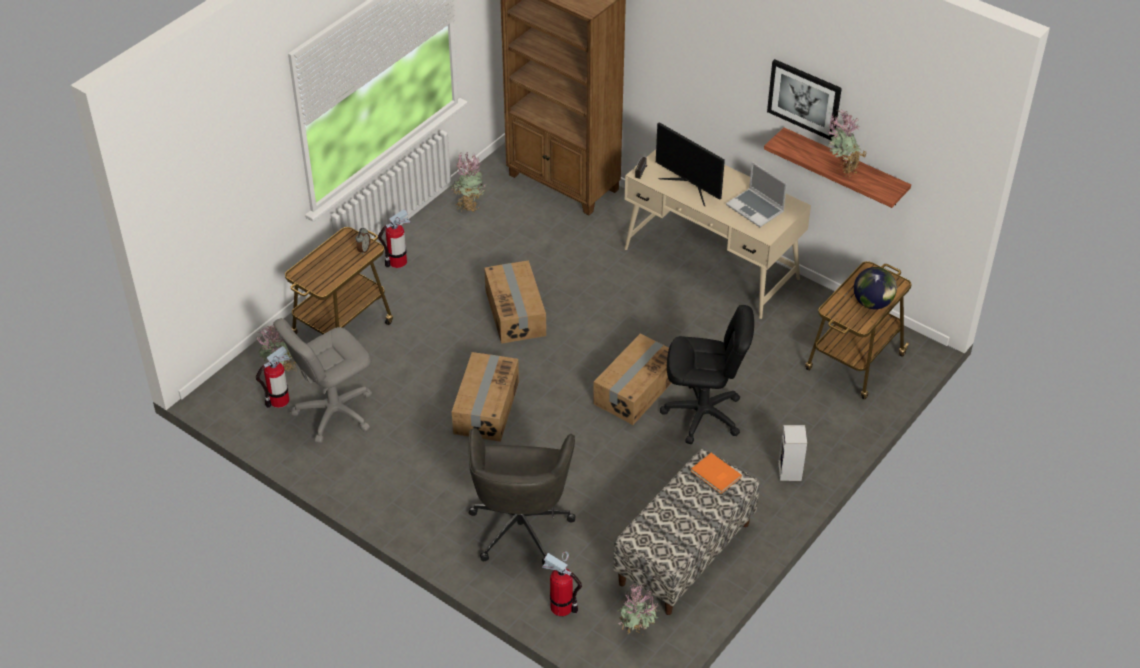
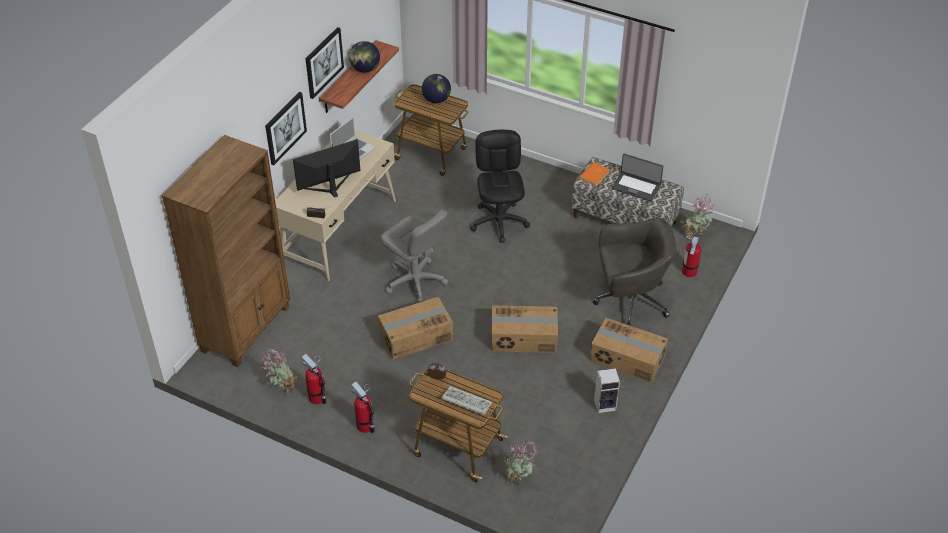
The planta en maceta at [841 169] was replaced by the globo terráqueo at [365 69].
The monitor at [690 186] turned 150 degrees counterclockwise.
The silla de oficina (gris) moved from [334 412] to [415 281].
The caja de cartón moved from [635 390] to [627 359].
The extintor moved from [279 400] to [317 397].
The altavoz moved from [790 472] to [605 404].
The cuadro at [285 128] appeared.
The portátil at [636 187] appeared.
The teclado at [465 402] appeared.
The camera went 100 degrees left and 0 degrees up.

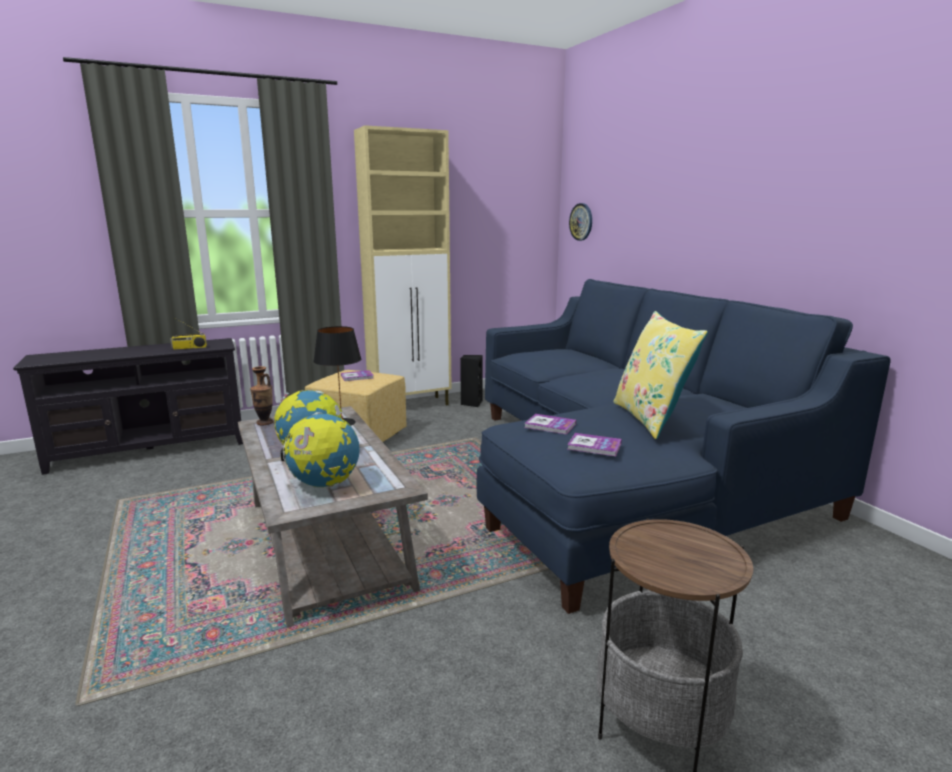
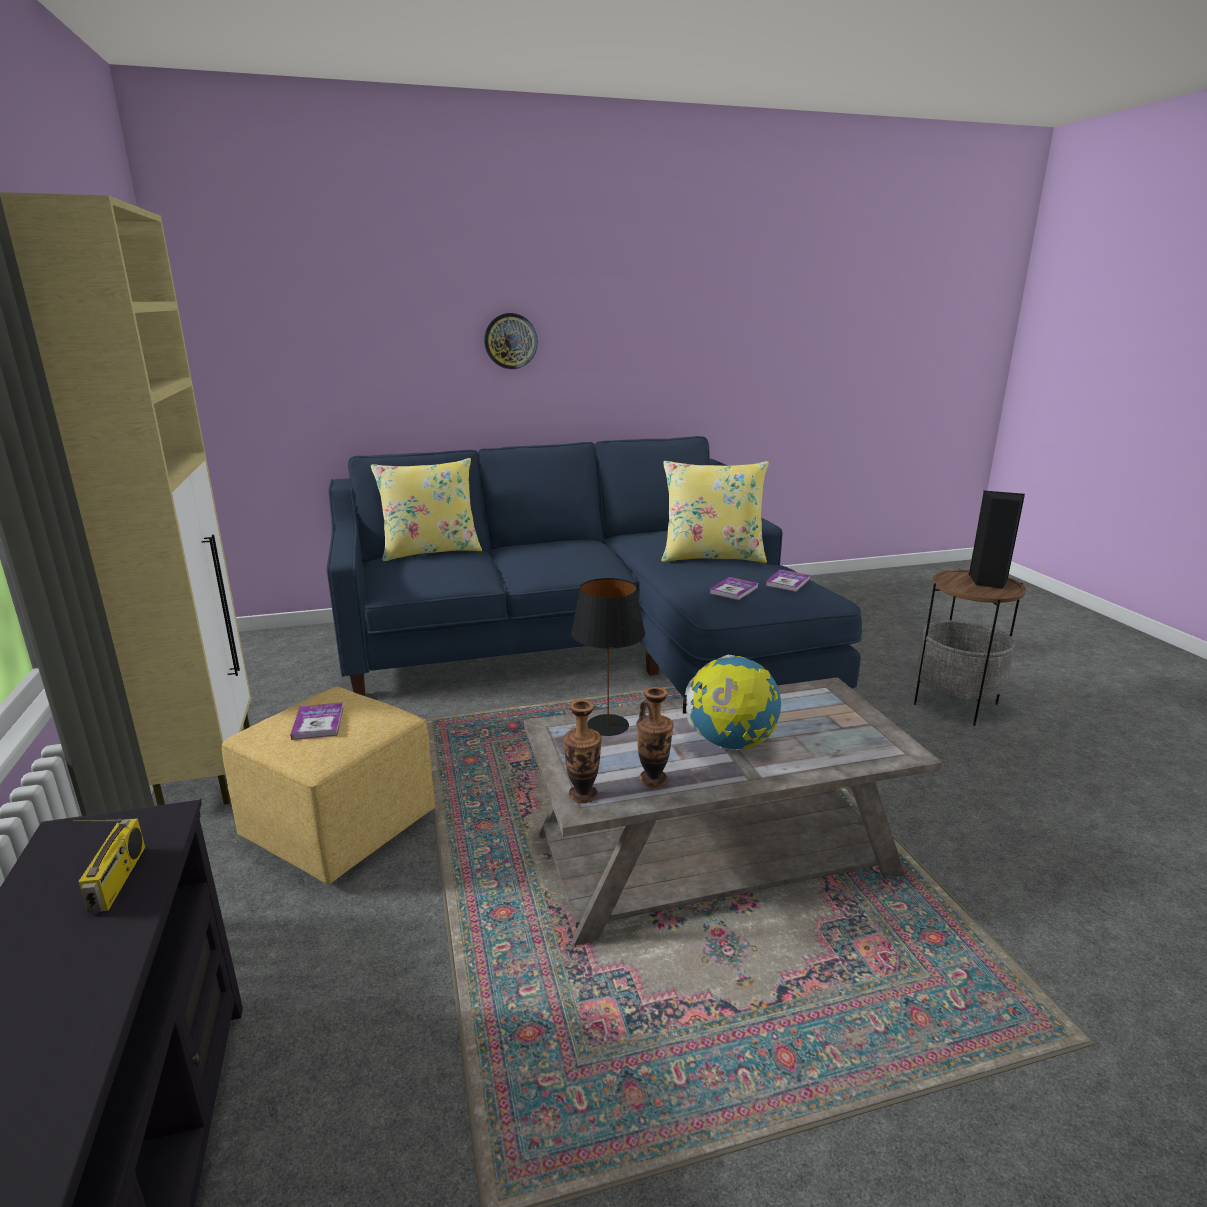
The reloj de pared moved from [581 222] to [510 341].
The altavoz (negro) moved from [471 403] to [988 581].
The globo terráqueo at [324 485] disappeared.
The cojín (amarillo) at [431 551] appeared.
The florero at [653 779] appeared.
The camera went 80 degrees left and 5 degrees up.

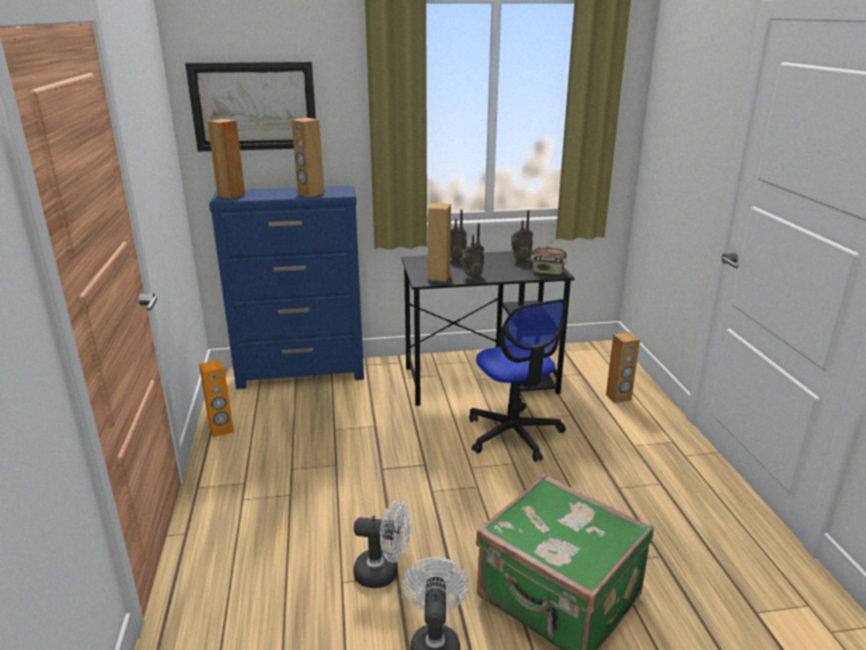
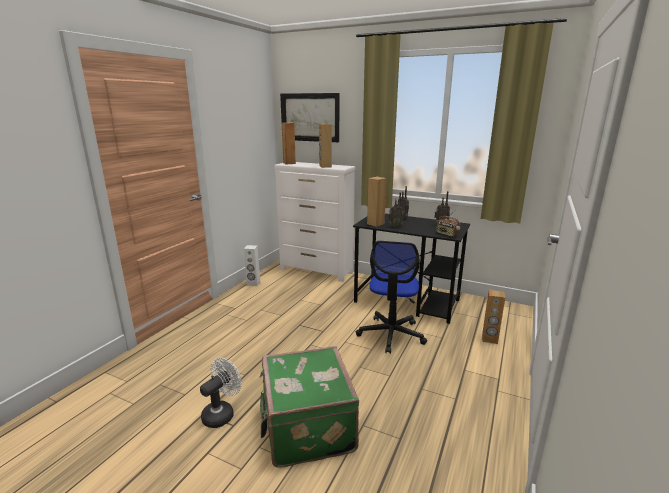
The cómoda (azul) at [302 374] became the cómoda (blanco) at [316 271].
The altavoz (naranja) at [221 430] became the altavoz (blanco) at [253 283].
The ventilador (blanco) at [384 573] disappeared.
The camera went 35 degrees right and 5 degrees down.

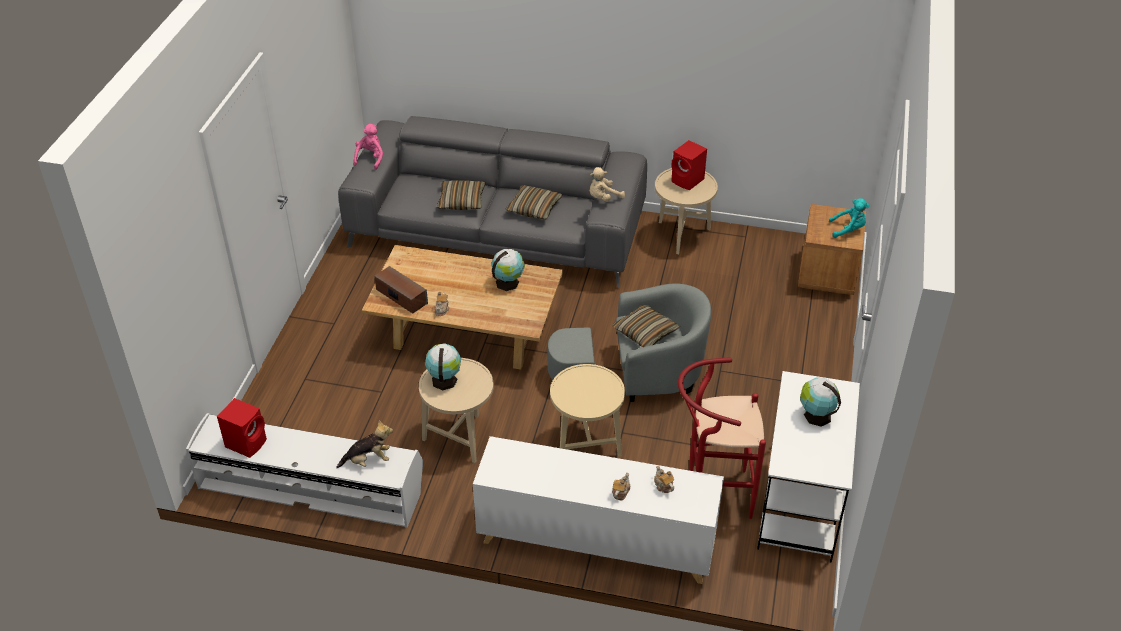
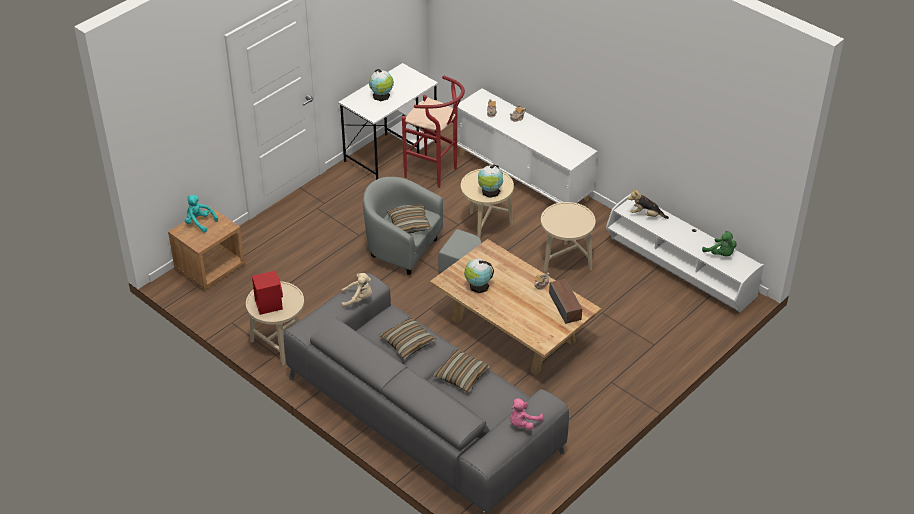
The globo terráqueo moved from [444 379] to [490 192].
The altavoz (rojo) at [247 442] was replaced by the peluche (verde) at [720 254].
The camera went 150 degrees left and 0 degrees up.

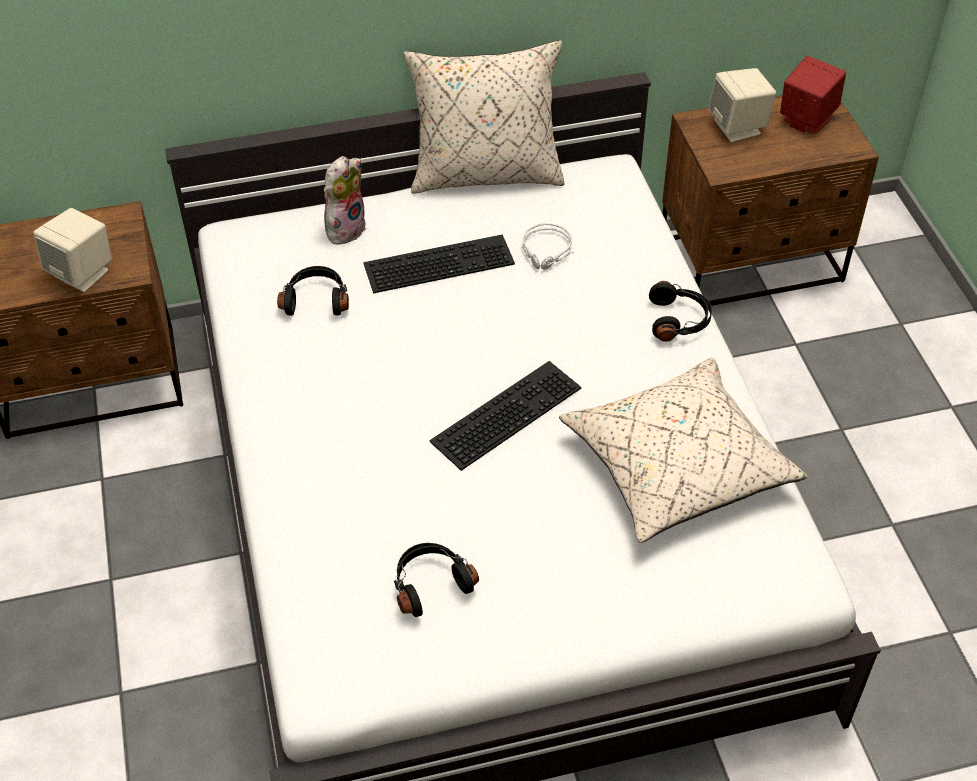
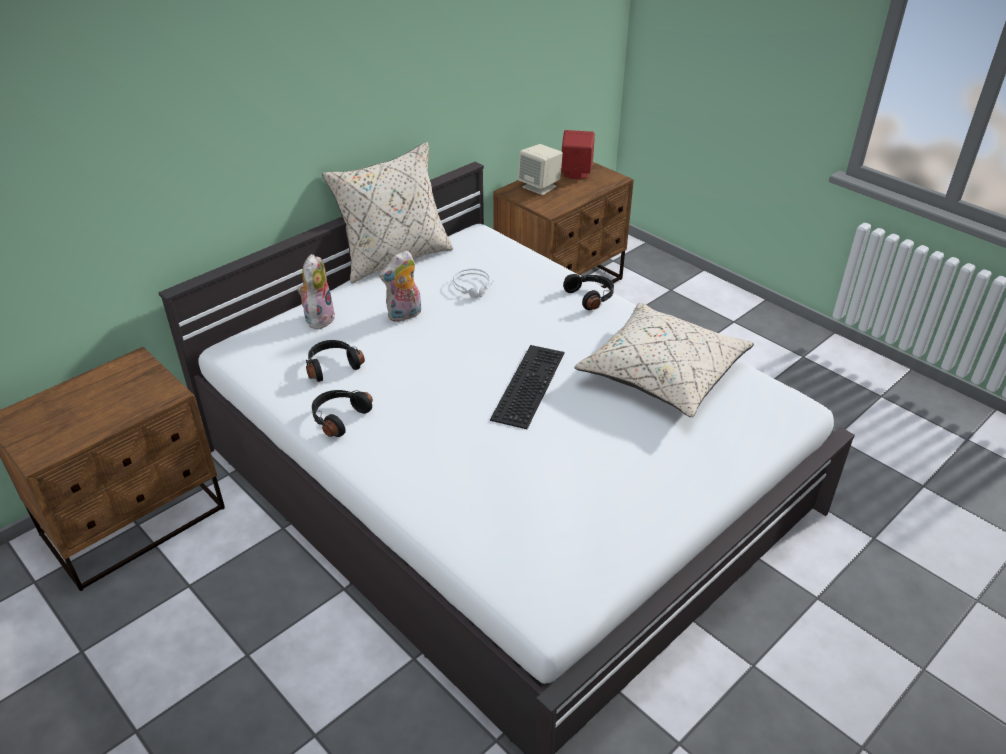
The altavoz (beis) at [82 273] disappeared.
The teclado at [439 261] was replaced by the peluche at [405 315].
The auriculares (negro) moved from [430 584] to [339 417].
The camera went 30 degrees left and 10 degrees down.

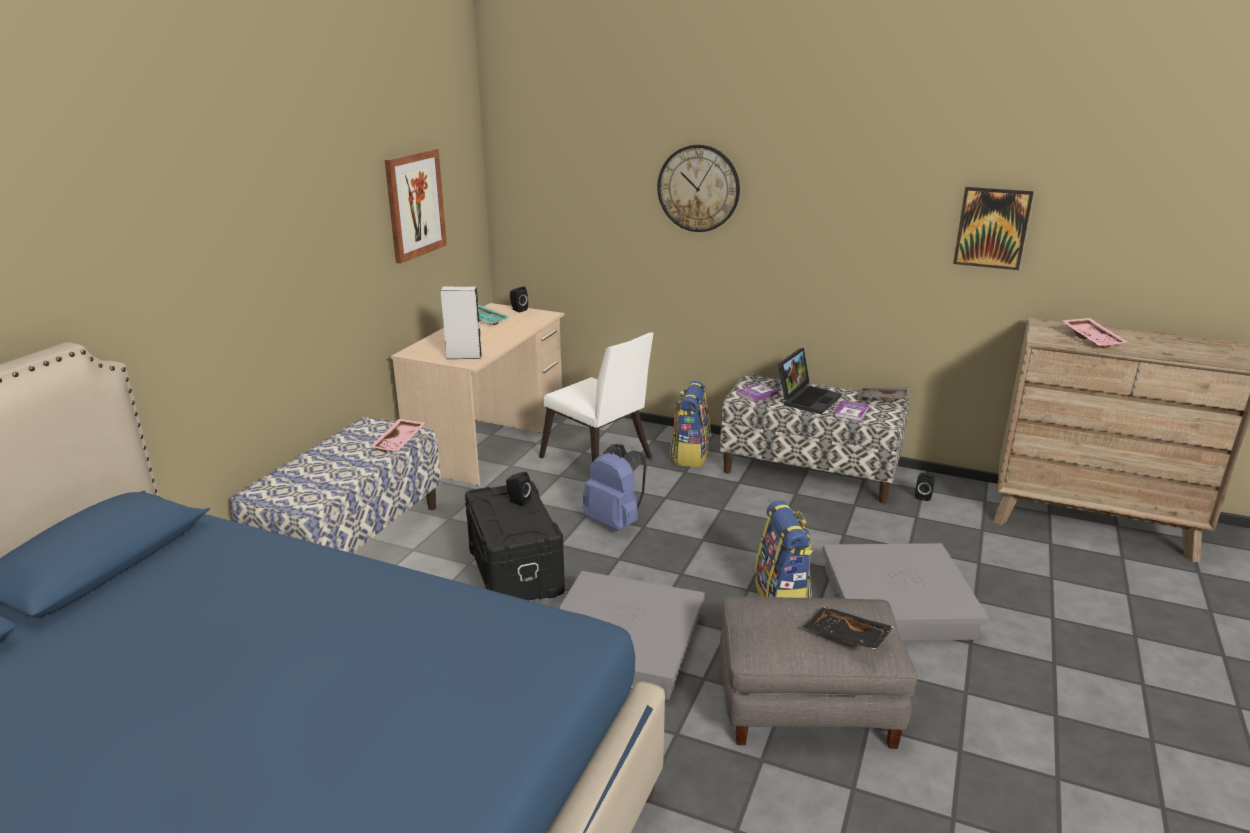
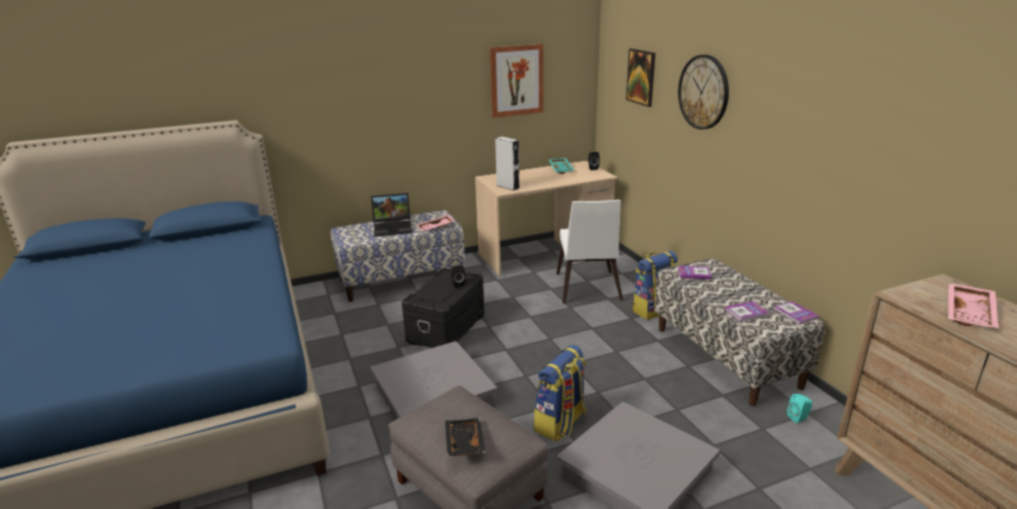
The cuadro moved from [992 228] to [641 77].
The portátil moved from [807 399] to [394 227].
The bandeja (gris) at [882 399] was replaced by the libro at [795 314].
The mochila (azul) at [615 522] disappeared.
The altavoz (negro) at [923 496] became the altavoz (turquesa) at [798 418].
The camera went 45 degrees right and 0 degrees up.

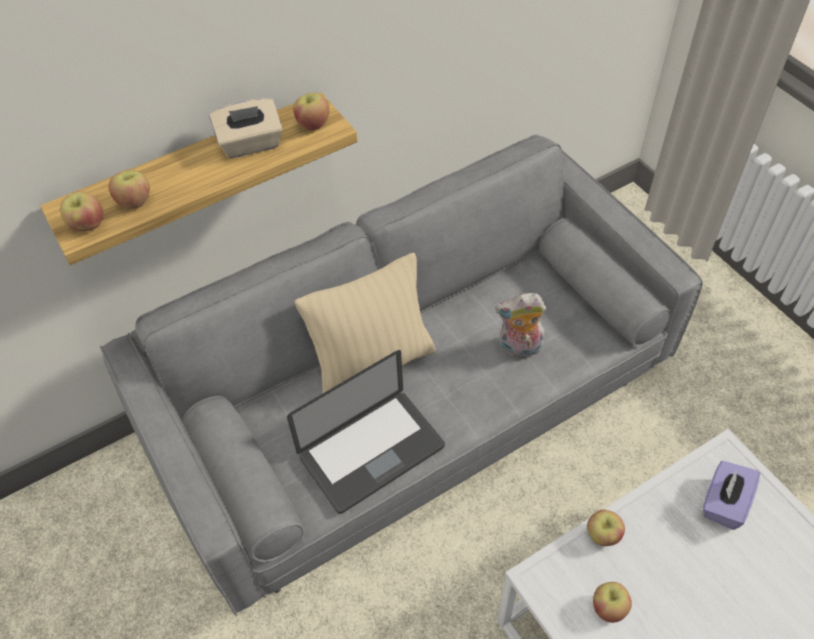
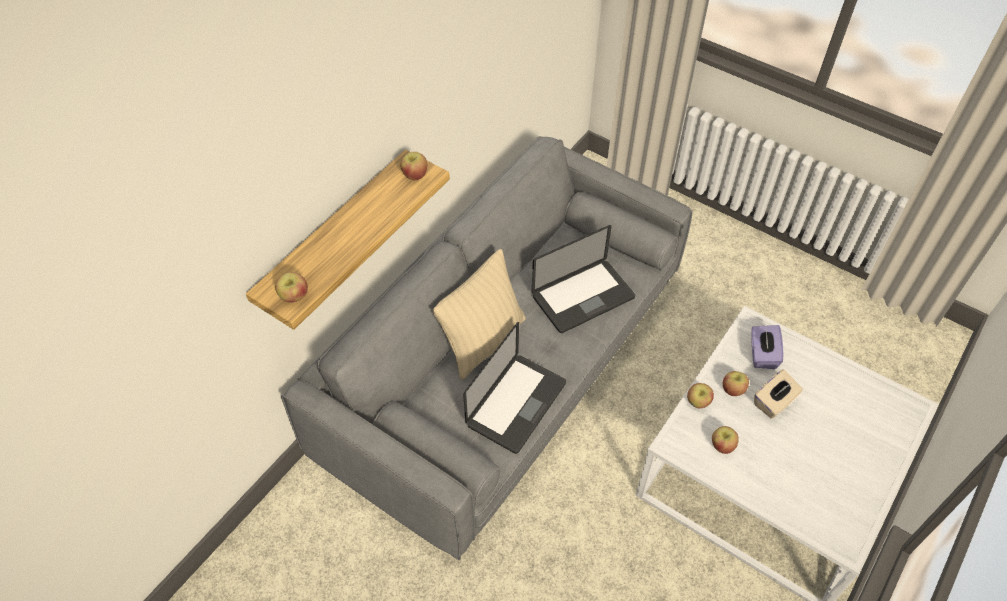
The caja de pañuelos (beis) moved from [251 144] to [774 402].
The manzana moved from [135 201] to [733 389].
The peluche at [519 348] was replaced by the portátil at [583 297].
The camera went 25 degrees left and 0 degrees up.

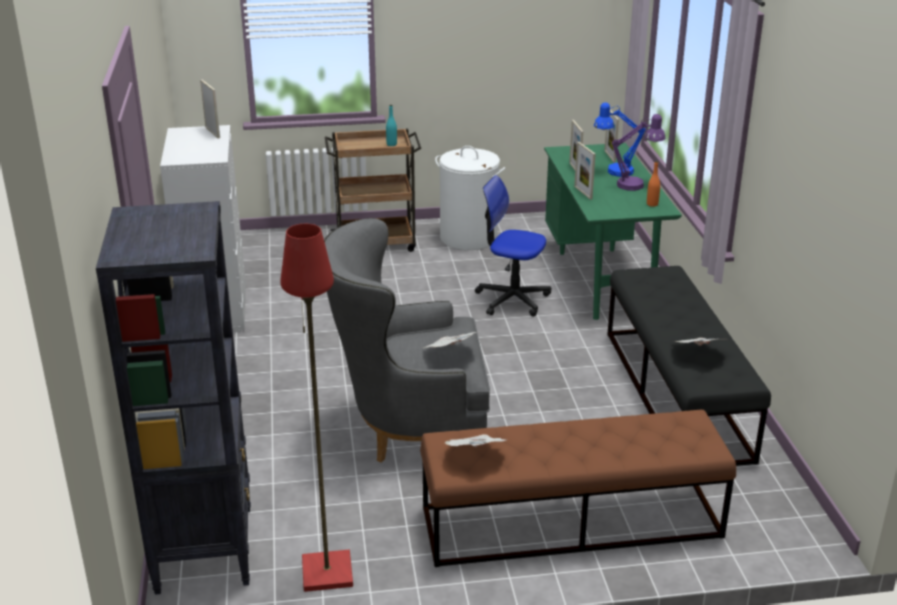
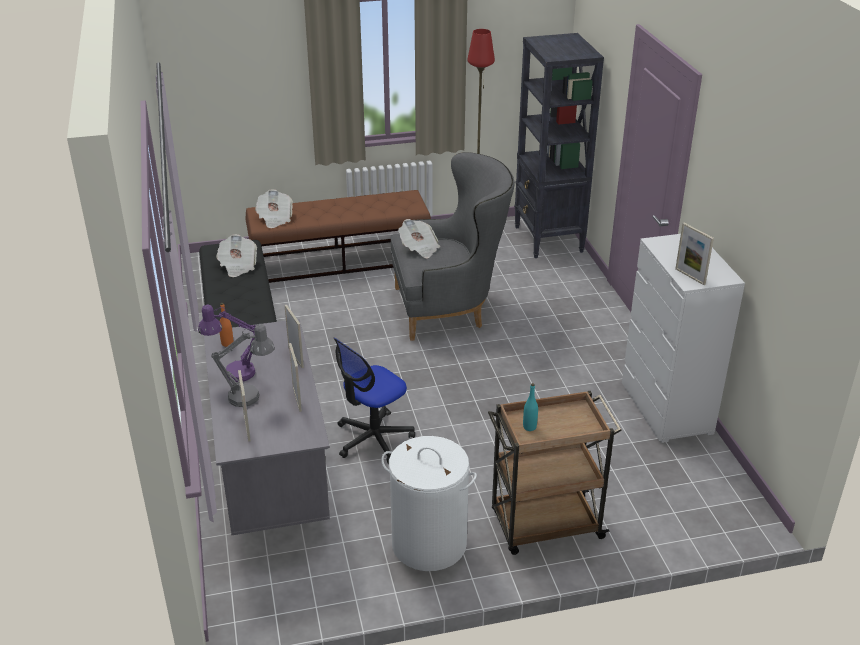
The lámpara de mesa (azul) at [614 171] became the lámpara de mesa (gris) at [250 396].
The escritorio (verde) at [601 277] became the escritorio (gris) at [272 479].
The silla de oficina at [512 299] turned 120 degrees clockwise.
The periódico moved from [475 454] to [275 218].
The camera went 175 degrees right and 5 degrees up.

